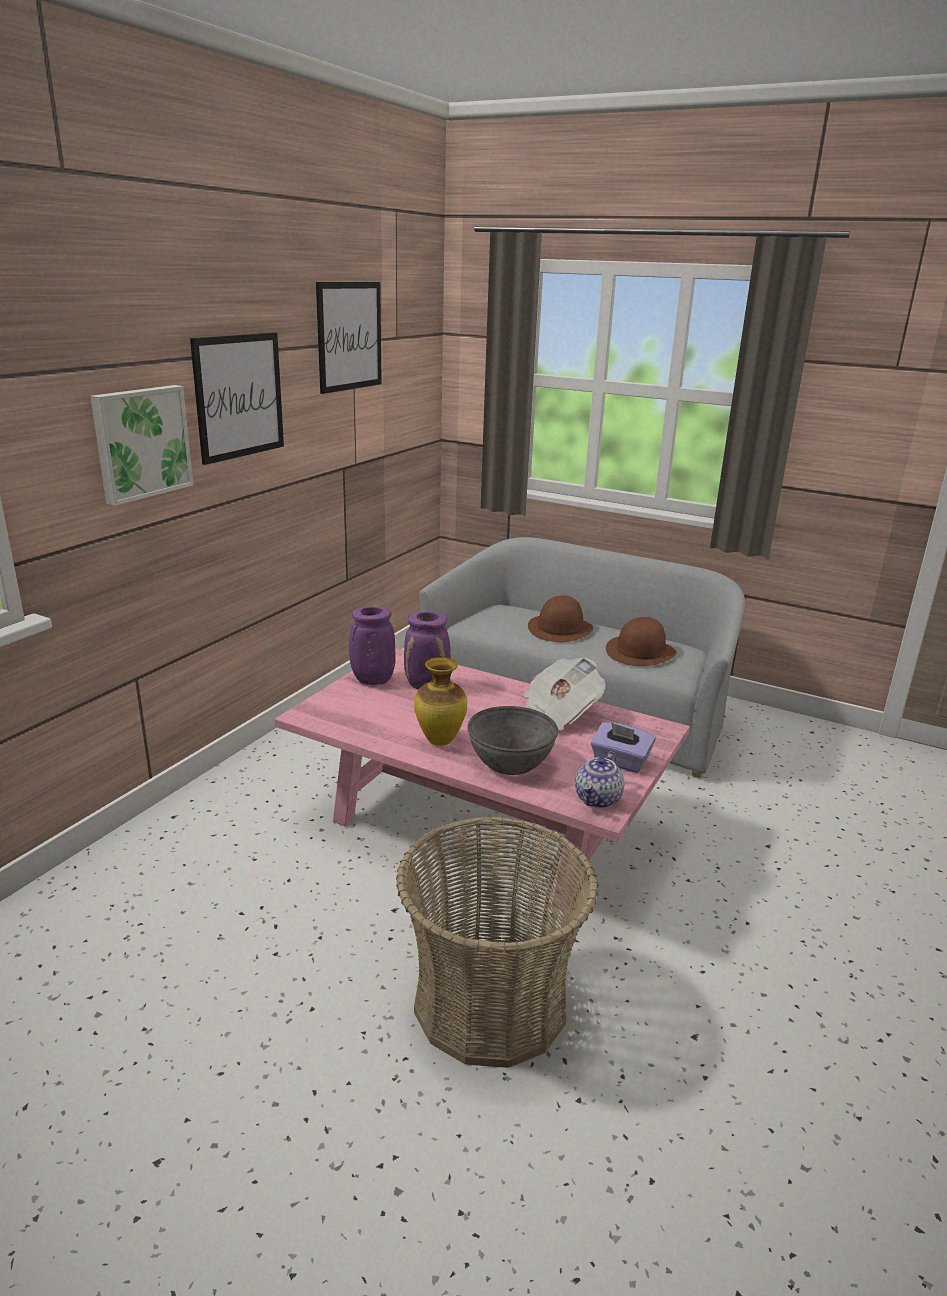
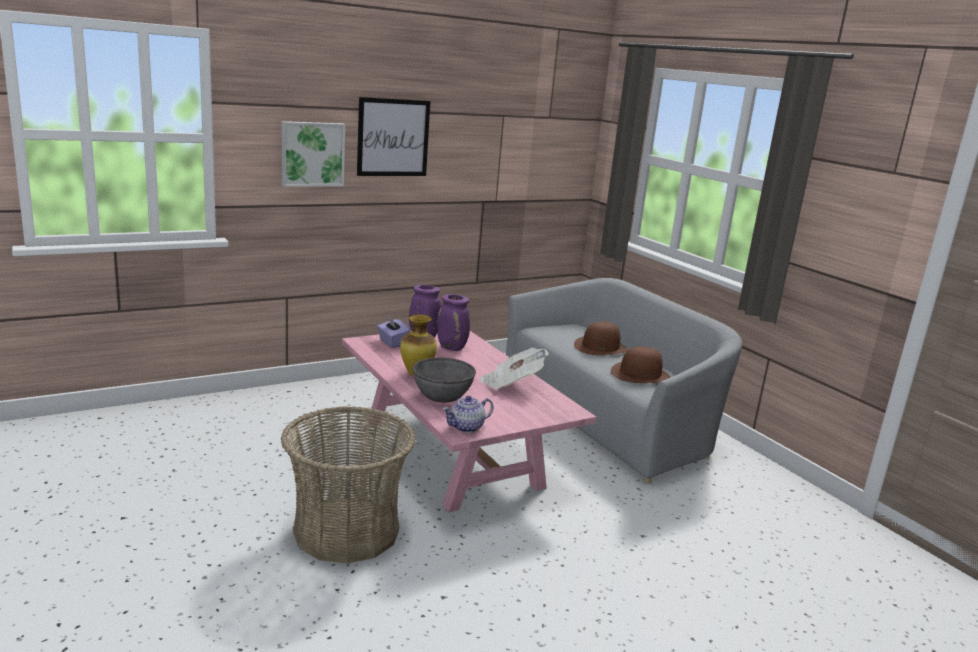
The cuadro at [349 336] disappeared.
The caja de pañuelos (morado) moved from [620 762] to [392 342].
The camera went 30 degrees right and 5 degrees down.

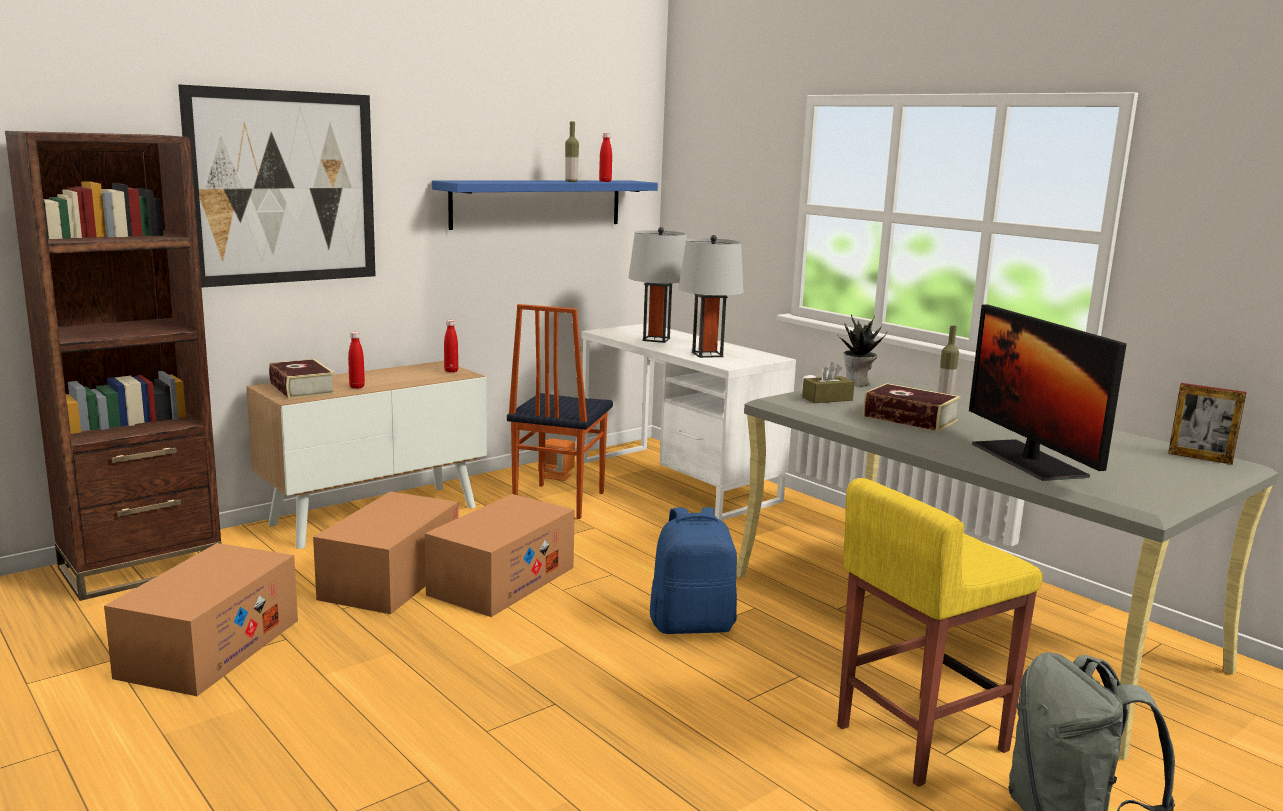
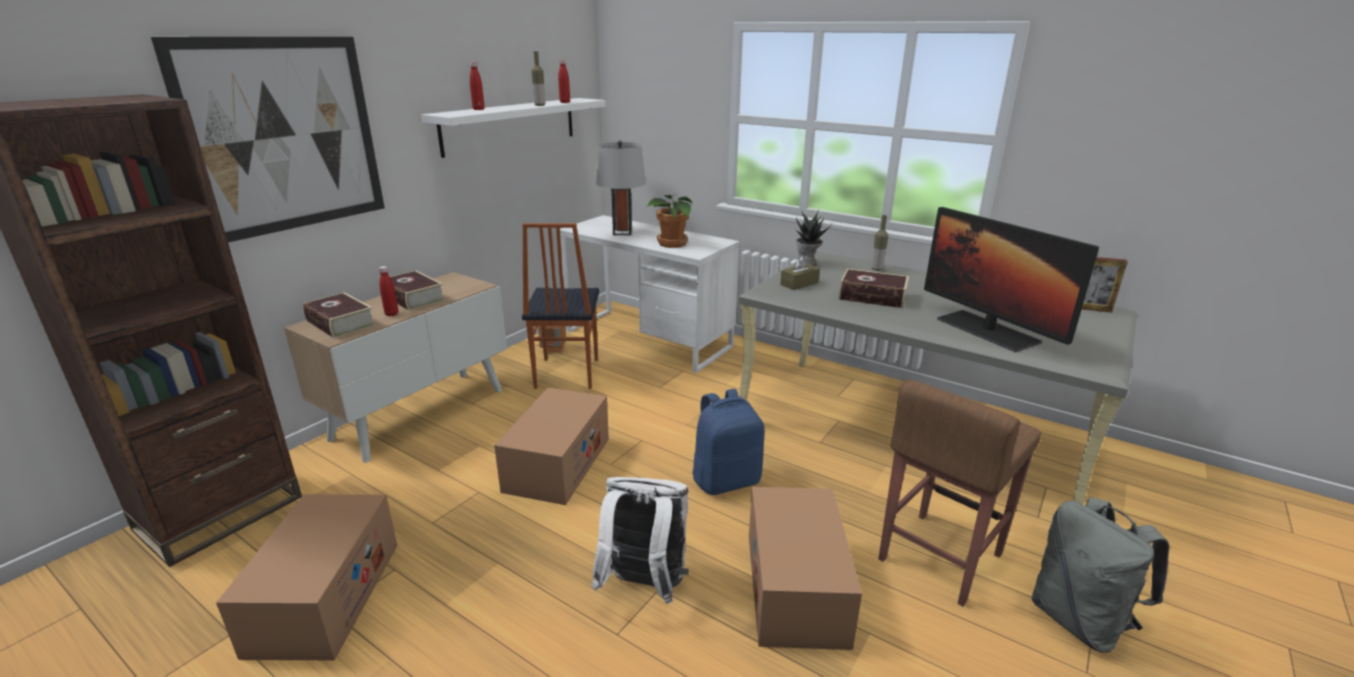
The estante (azul) at [538 203] became the estante (blanco) at [510 125].
The lámpara de mesa (gris) at [707 354] was replaced by the planta en maceta at [672 244].
The botella (rojo) moved from [451 371] to [478 109].
The taburete (amarillo) at [919 738] became the taburete (marrón) at [938 557].
The caja de cartón moved from [391 578] to [795 587].
The libro at [413 298] appeared.
The mochila (blanco) at [644 586] appeared.
The camera went 15 degrees left and 10 degrees up.

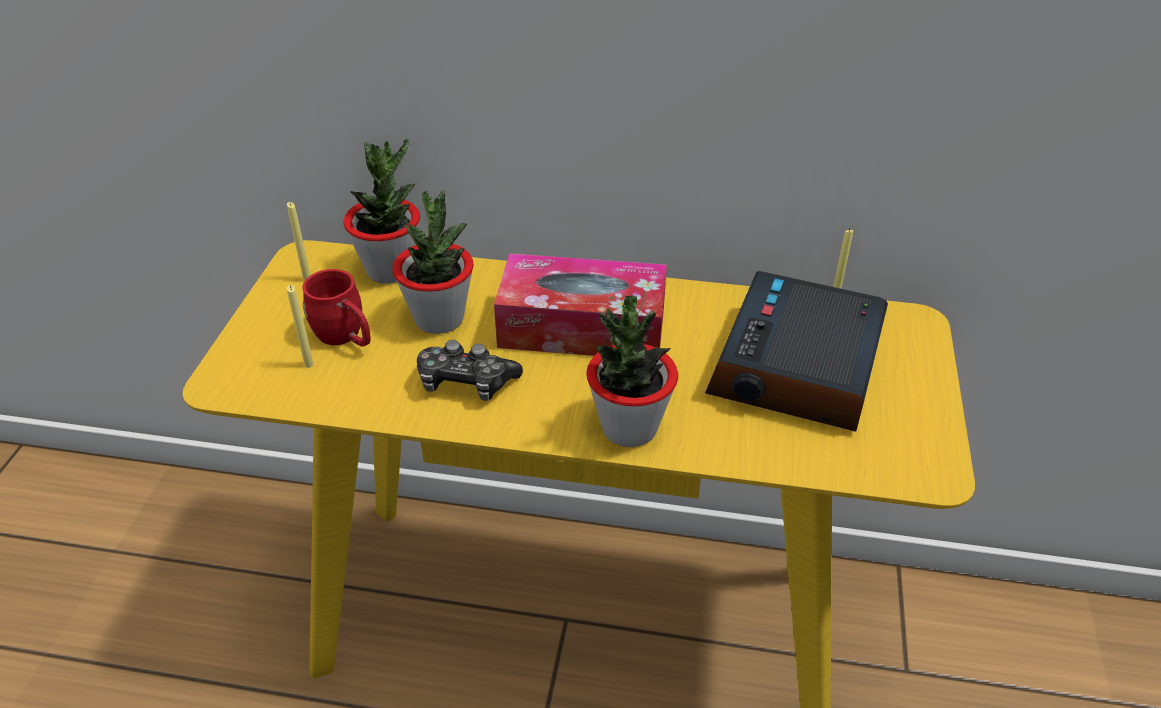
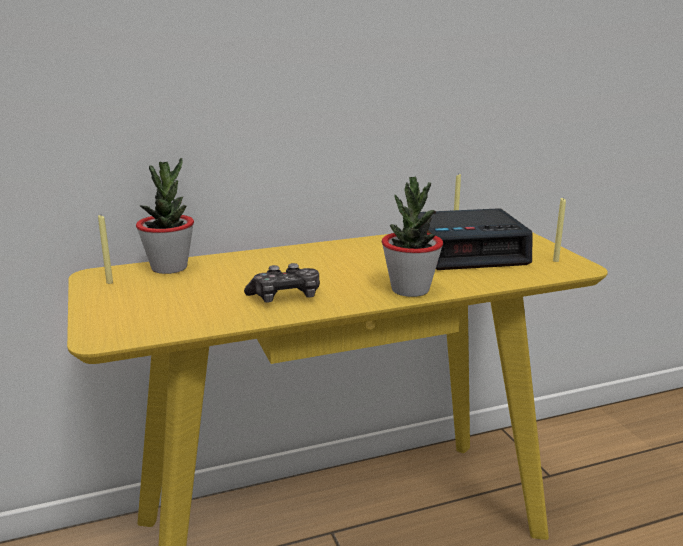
The planta en maceta at [439 319] disappeared.
The caja de pañuelos at [582 327] disappeared.
The taza grande (rojo) at [346 338] disappeared.
The despertador at [797 368] turned 90 degrees counterclockwise.
The vela (amarillo) moved from [309 364] to [555 261].
The camera went 30 degrees left and 20 degrees down.

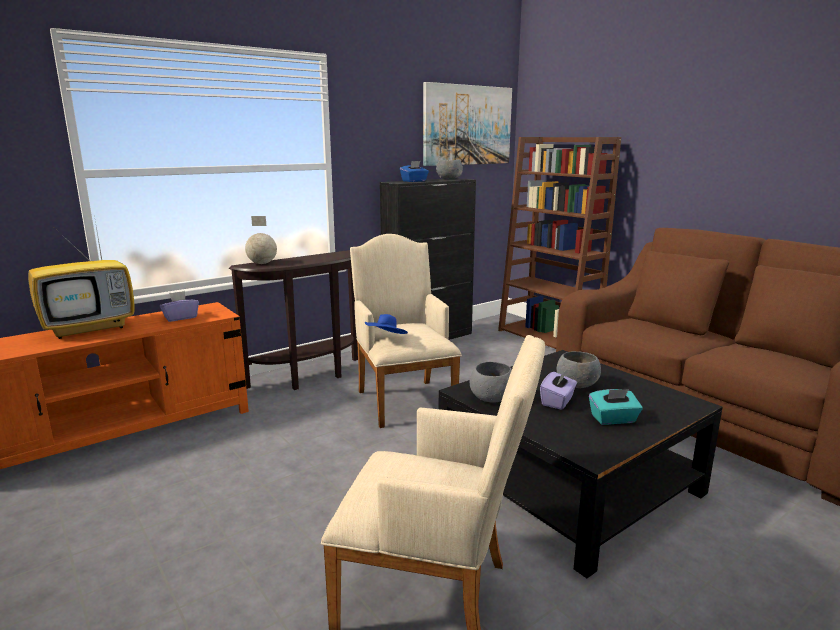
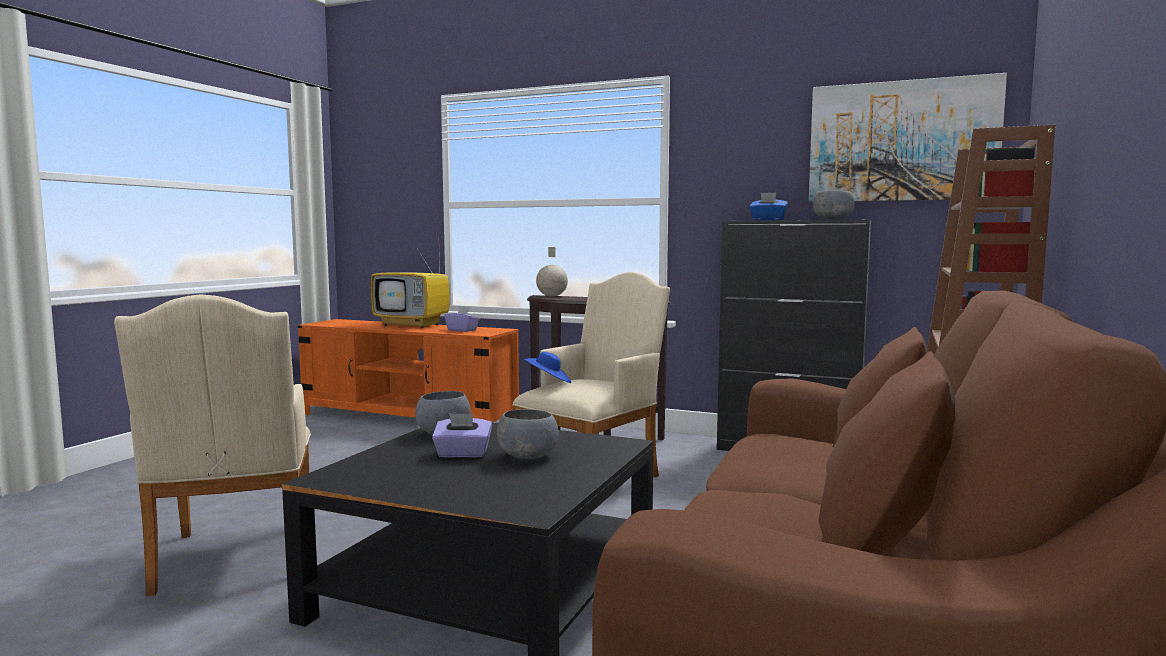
The caja de pañuelos (turquesa) at [613 419] disappeared.
The camera went 60 degrees right and 10 degrees down.

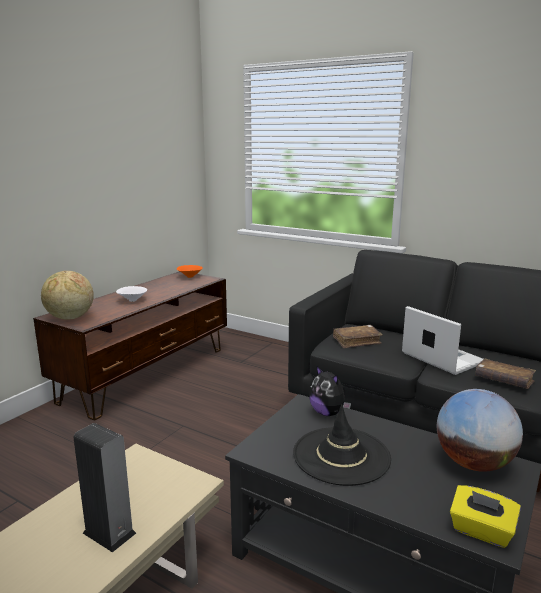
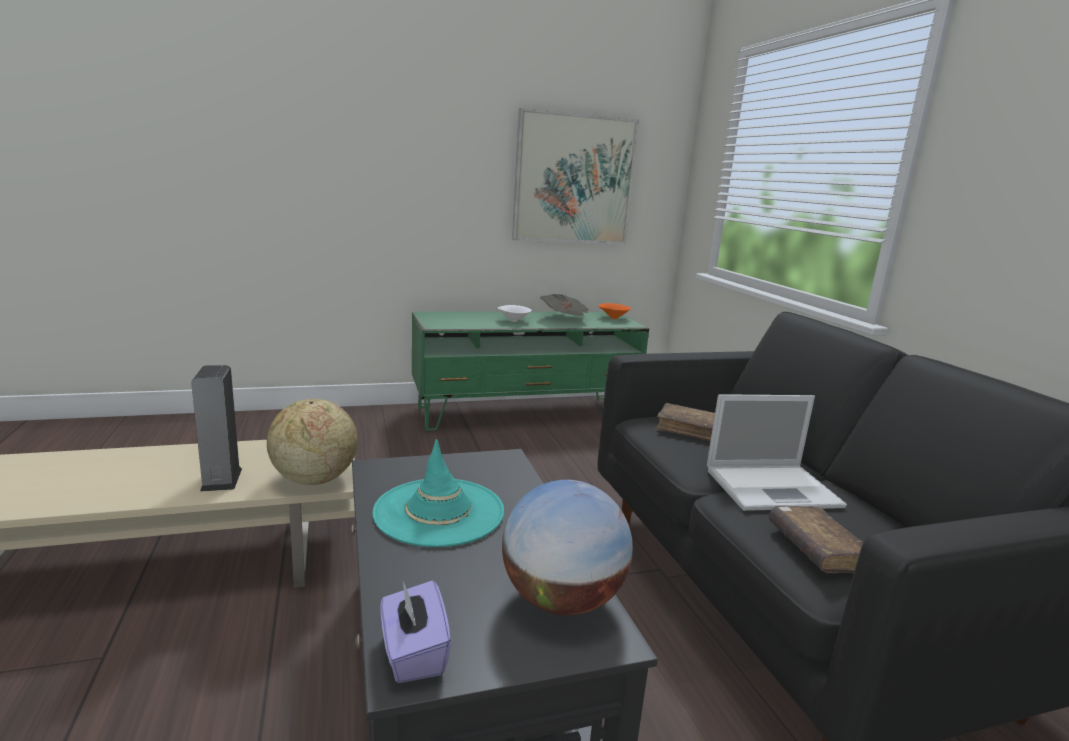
The mueble de televisión (marrón) at [147 374] became the mueble de televisión (verde) at [525 413].
The globo terráqueo moved from [70 318] to [314 479].
The portátil at [441 357] turned 75 degrees clockwise.
The peluche at [328 413] disappeared.
The sombrero (negro) at [341 456] became the sombrero (turquesa) at [439 512].
The caja de pañuelos (amarillo) at [481 531] became the caja de pañuelos (morado) at [413 653].
The cuadro at [574 179] appeared.
The periódico at [565 319] appeared.
The camera went 40 degrees right and 0 degrees up.

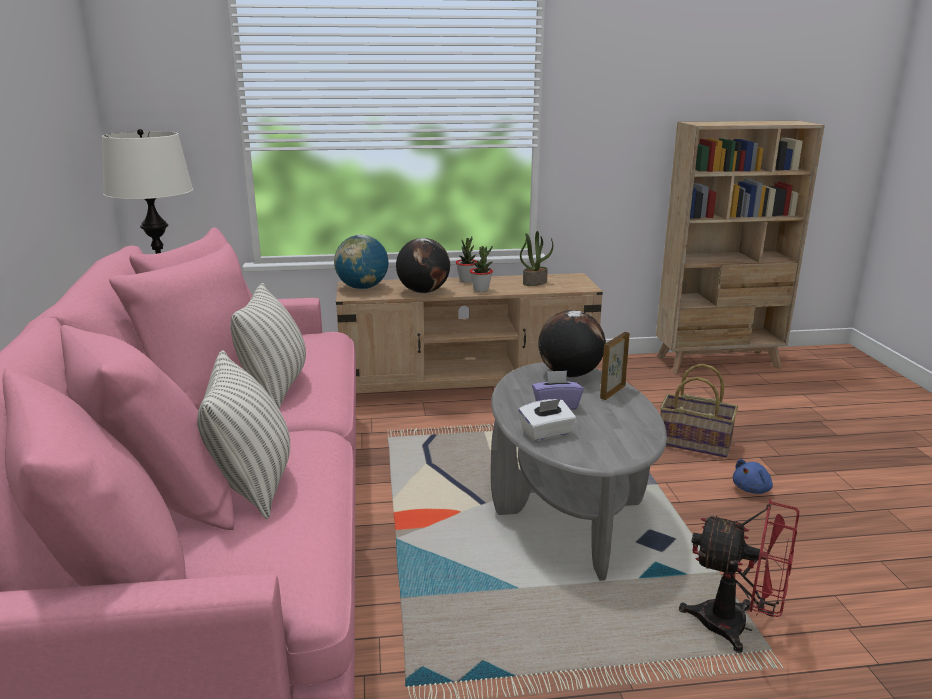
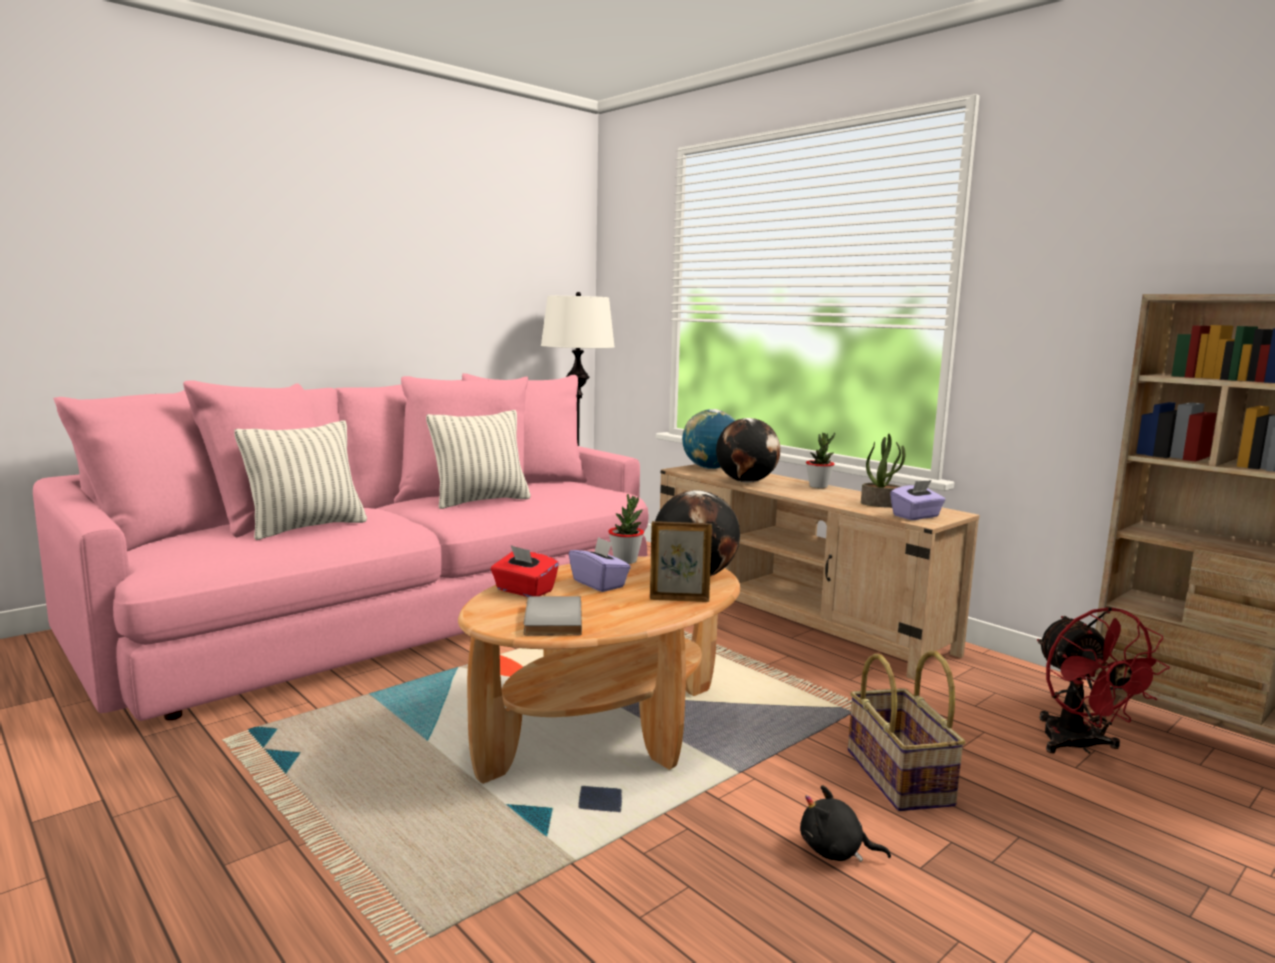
The planta en maceta moved from [481 290] to [625 561].
The mesa de centro (gris) at [569 509] became the mesa de centro (marrón) at [606 732].
The caja de pañuelos (blanco) at [546 433] became the caja de pañuelos (rojo) at [524 591].
The peluche (azul) at [752 489] became the peluche (negro) at [836 851].
The ventilador (rojo) moved from [736 627] to [1078 746].
The caja de pañuelos (morado) at [916 516] appeared.
The libro (gris) at [550 619] appeared.
The camera went 55 degrees right and 10 degrees down.

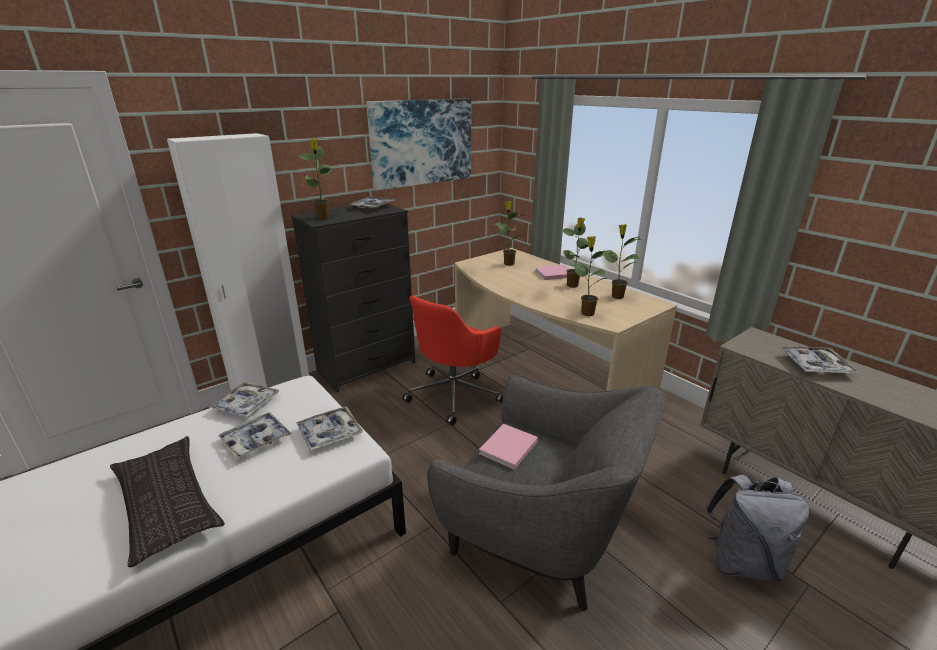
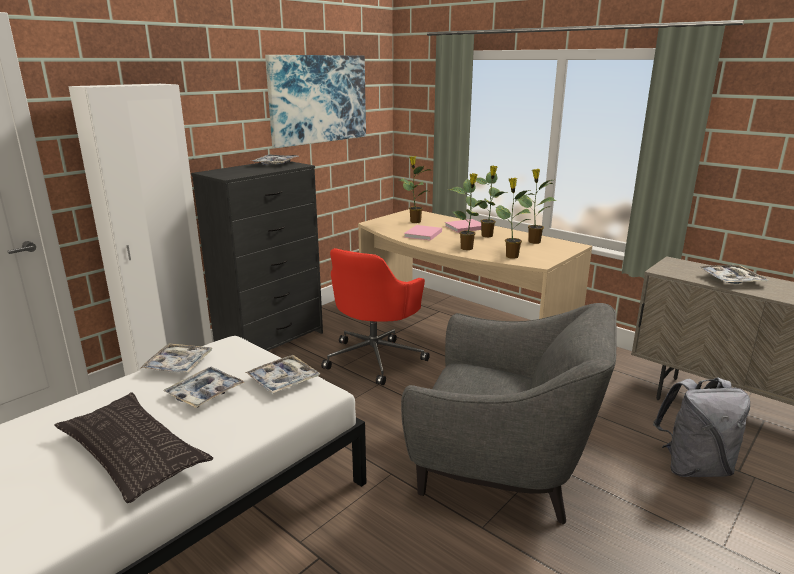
The planta en maceta moved from [323 217] to [467 248].
The libro (rosa) moved from [507 448] to [422 234].
The camera went 10 degrees left and 5 degrees down.

